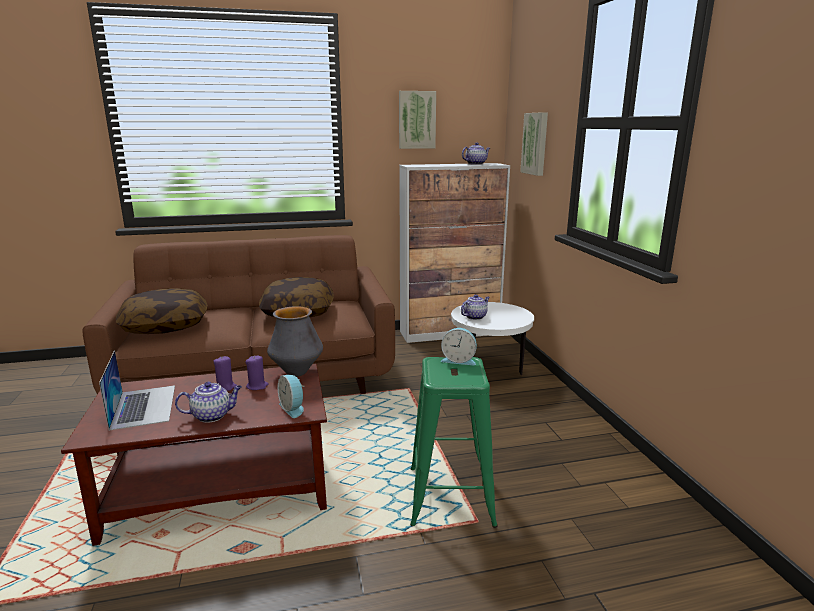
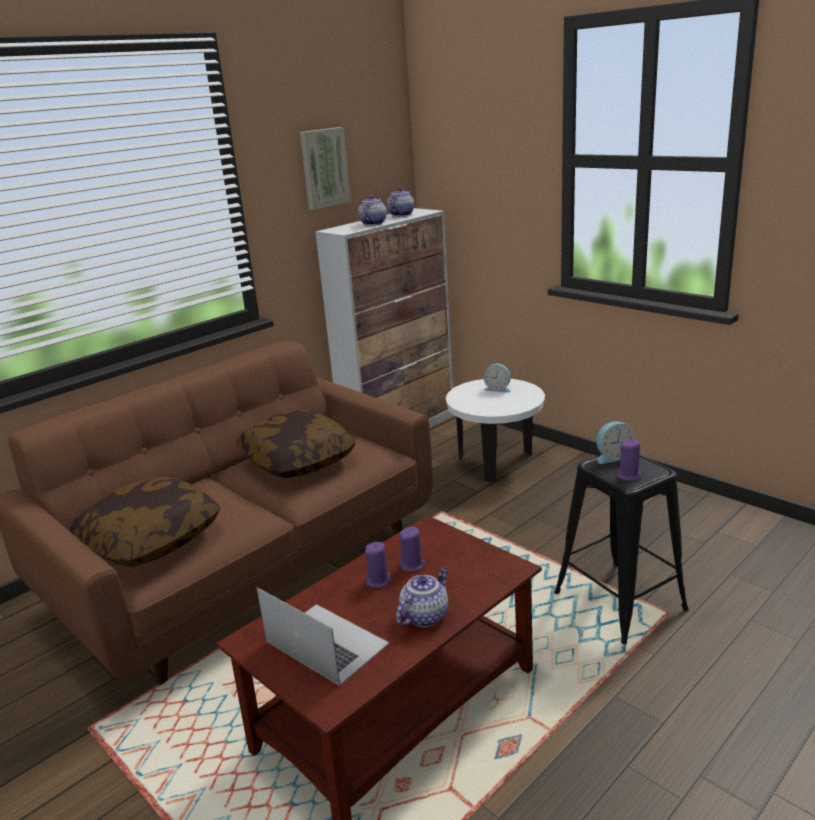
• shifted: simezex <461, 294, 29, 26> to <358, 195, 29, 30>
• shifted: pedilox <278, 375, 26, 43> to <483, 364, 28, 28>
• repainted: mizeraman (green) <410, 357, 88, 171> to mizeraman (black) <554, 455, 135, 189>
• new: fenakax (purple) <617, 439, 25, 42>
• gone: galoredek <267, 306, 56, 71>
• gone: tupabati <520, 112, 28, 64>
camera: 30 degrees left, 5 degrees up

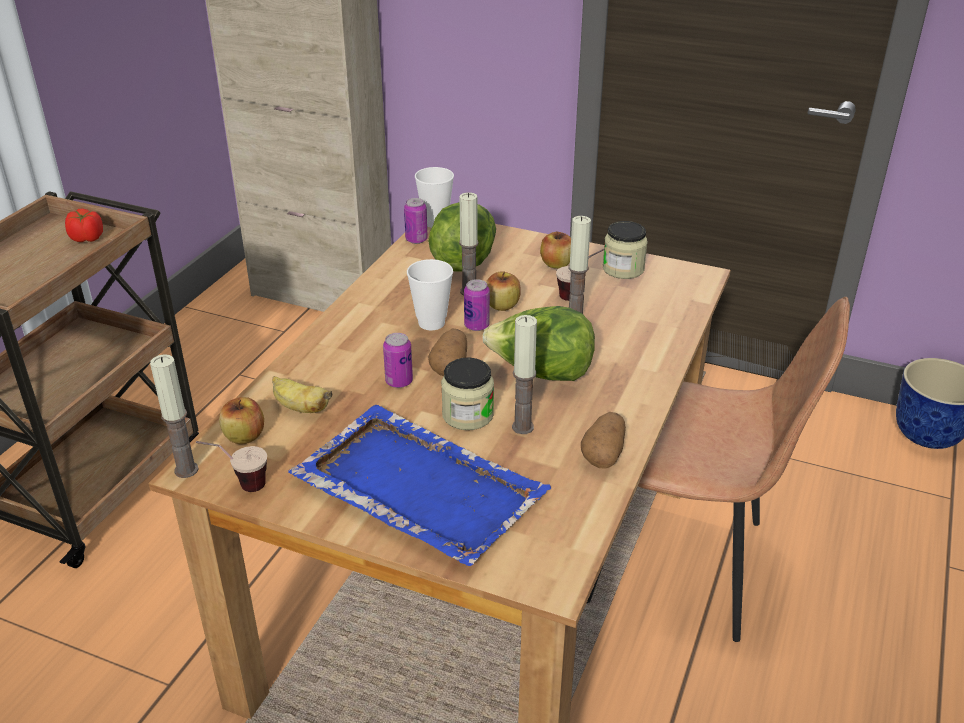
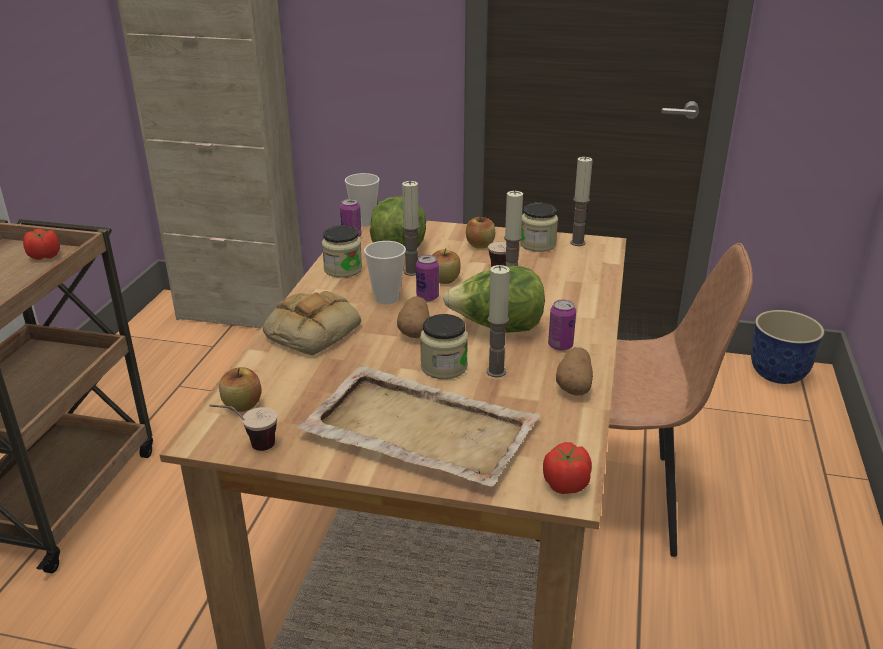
• new: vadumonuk <263, 291, 98, 64>
• repainted: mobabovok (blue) <288, 405, 263, 161> to mobabovok (beige) <297, 365, 243, 122>
• new: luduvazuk <322, 225, 40, 53>
• new: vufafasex <543, 442, 49, 52>
• shifted: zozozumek <383, 333, 30, 55> to <548, 300, 28, 51>
• shifted: fenakax <150, 354, 49, 124> to <570, 156, 23, 90>
• gone: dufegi <272, 376, 60, 37>
camera: 10 degrees left, 5 degrees down

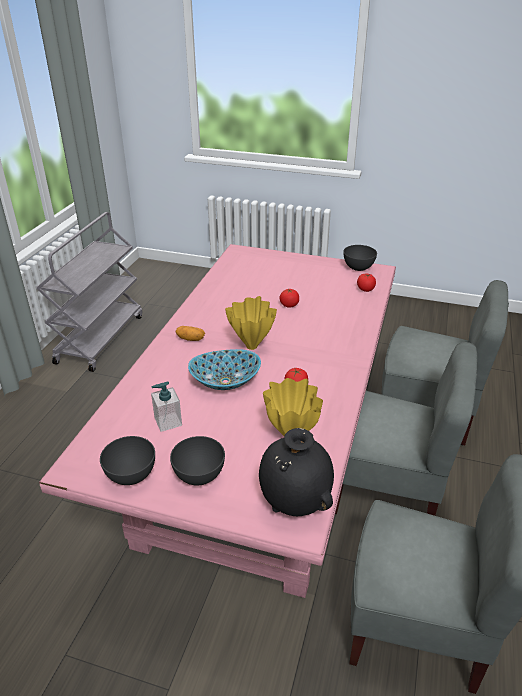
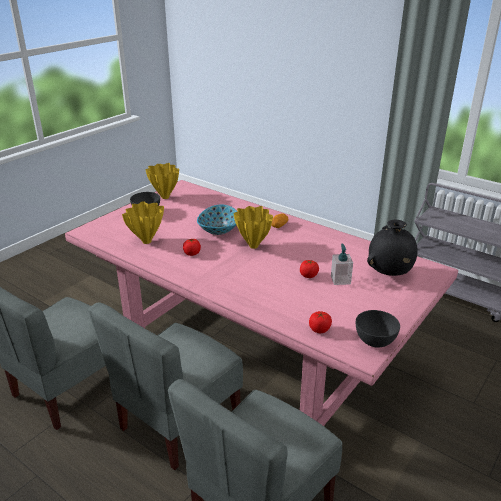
• swapped: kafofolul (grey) <100, 436, 55, 49> to galoredek (yellow) <146, 163, 33, 36>
• shifted: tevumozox <151, 381, 31, 51> to <331, 244, 22, 41>
• shifted: galoredek (black) <259, 428, 75, 88> to <367, 220, 51, 56>
camera: 110 degrees right, 5 degrees down

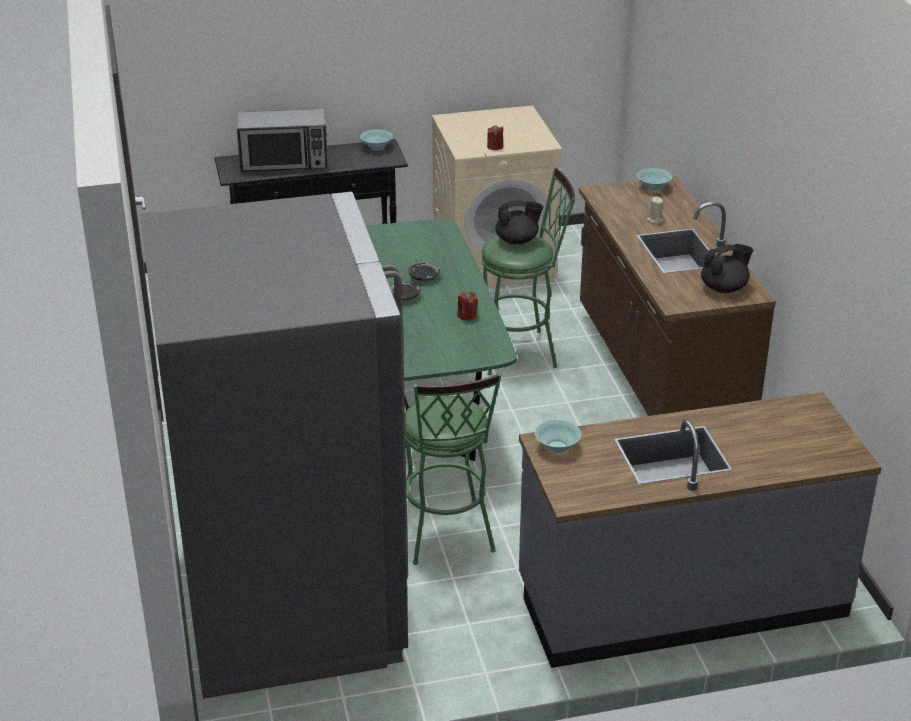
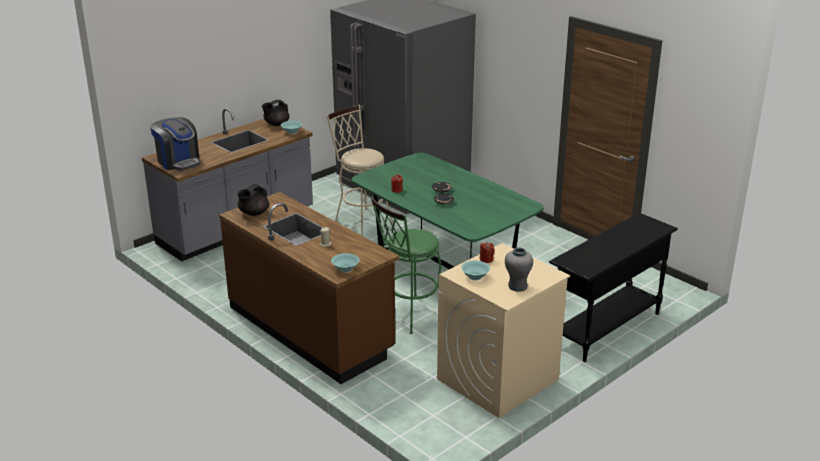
• new: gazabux <150, 117, 51, 54>
• shifted: simezex (black) <495, 200, 48, 45> to <262, 100, 27, 26>
• repainted: mizeraman (green) <405, 373, 96, 192> to mizeraman (beige) <327, 105, 66, 131>
• shifted: kafofolul (turquoise) <360, 129, 33, 21> to <461, 261, 29, 19>
• new: galoredek (grey) <505, 247, 28, 45>
• gone: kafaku <237, 109, 91, 63>
camera: 150 degrees right, 5 degrees down

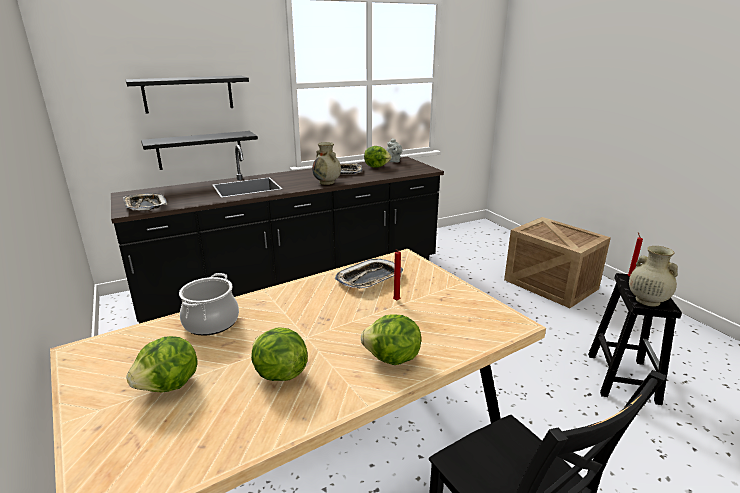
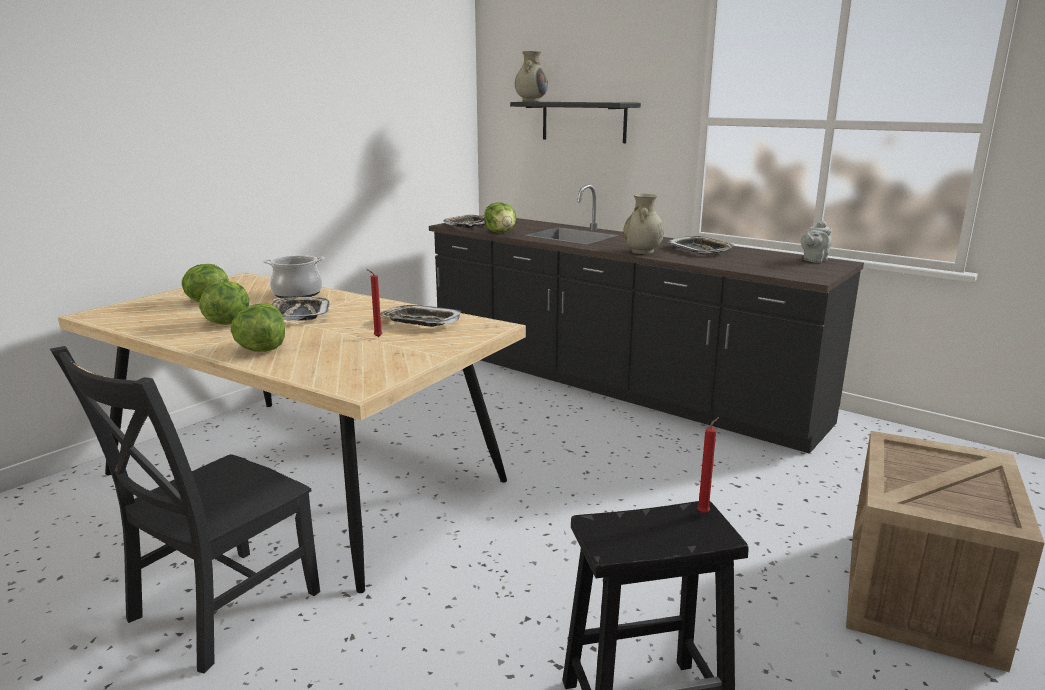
• new: mobabovok <272, 297, 57, 24>
• shifted: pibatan <364, 146, 27, 22> to <484, 202, 33, 31>
• shifted: galoredek (beige) <629, 246, 49, 61> to <515, 51, 33, 51>
• gone: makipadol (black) <141, 131, 117, 39>
camera: 65 degrees right, 5 degrees down

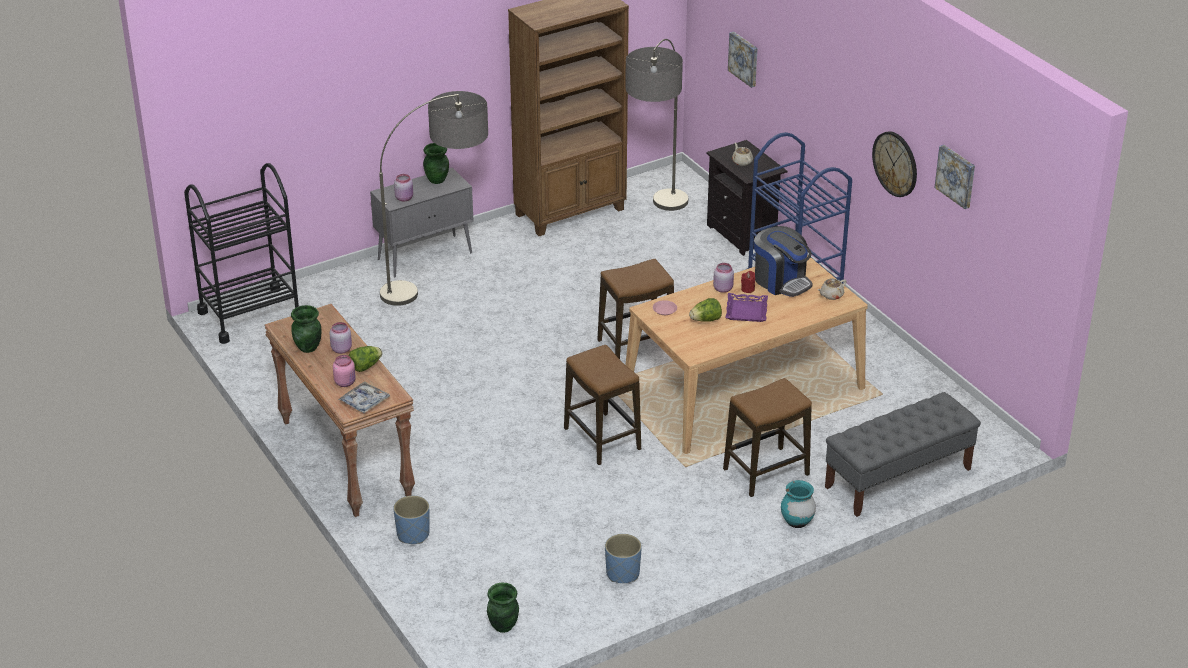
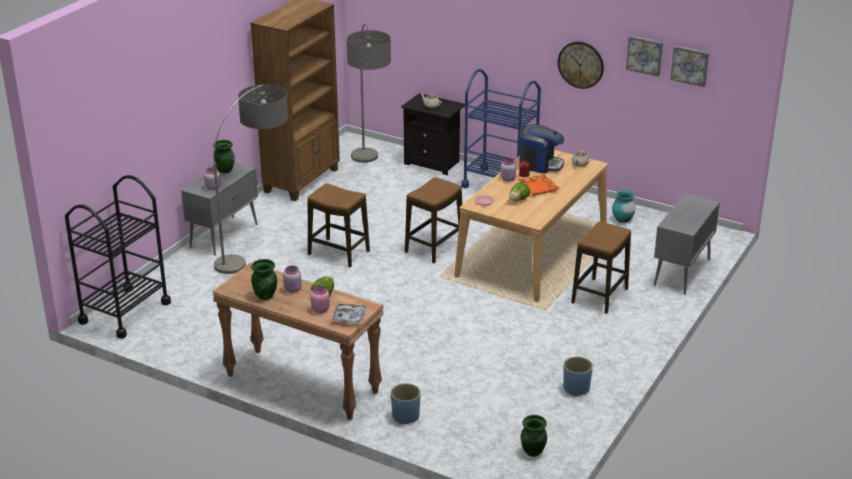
• shifted: mizeraman <564, 345, 77, 120> to <308, 183, 62, 84>
• repainted: mobabovok (purple) <725, 293, 43, 29> to mobabovok (orange) <518, 174, 42, 21>
• shifted: galoredek (turquoise) <781, 480, 35, 48> to <612, 190, 24, 33>
• swapped: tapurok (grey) <825, 392, 156, 125> to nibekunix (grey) <654, 194, 66, 101>
• shifted: tupabati <728, 31, 30, 57> to <670, 46, 39, 41>
camera: 30 degrees left, 5 degrees down

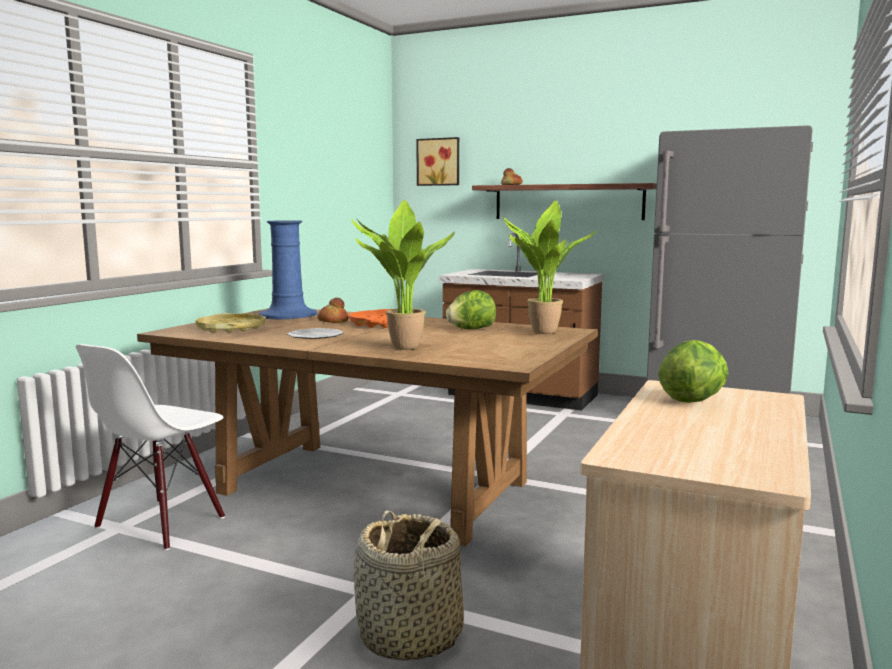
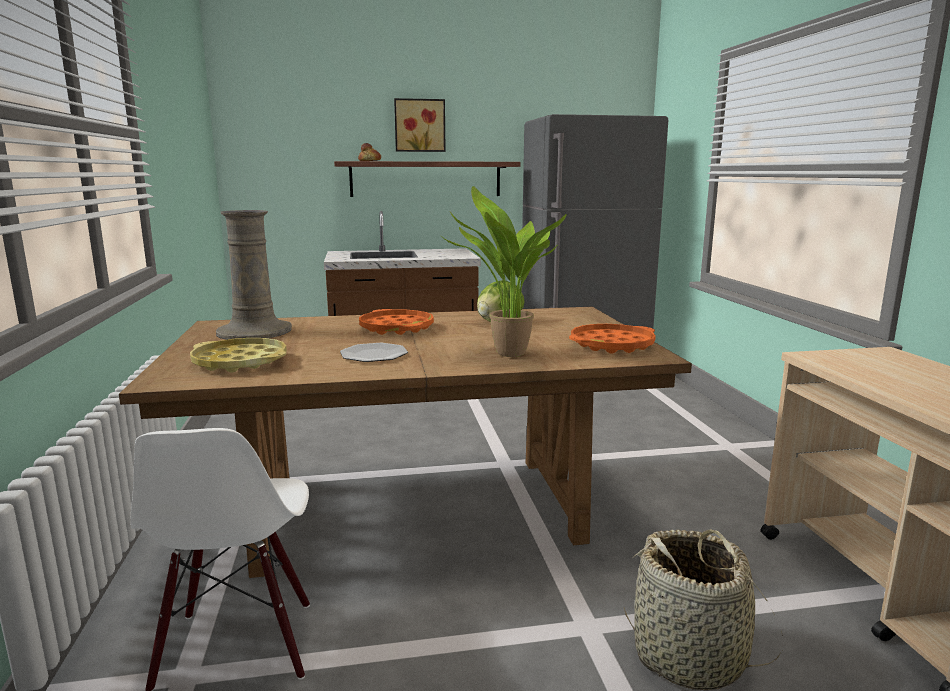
• repainted: galoredek (blue) <259, 220, 58, 99> to galoredek (beige) <216, 210, 76, 130>
• shifted: tupabati <416, 137, 43, 49> to <394, 98, 52, 54>
• new: mobabovok (orange) <569, 324, 87, 30>
• gone: vadumonuk <317, 298, 32, 25>
• gone: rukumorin <504, 201, 93, 133>
• gone: pibatan <658, 340, 71, 63>
camera: 35 degrees left, 5 degrees up

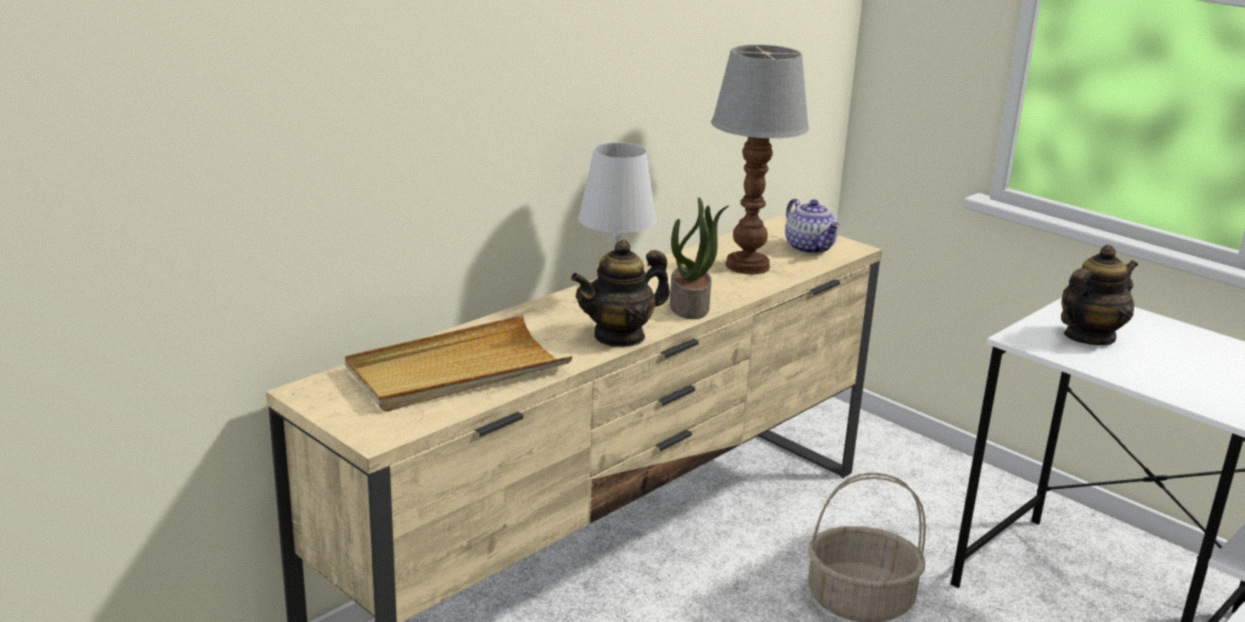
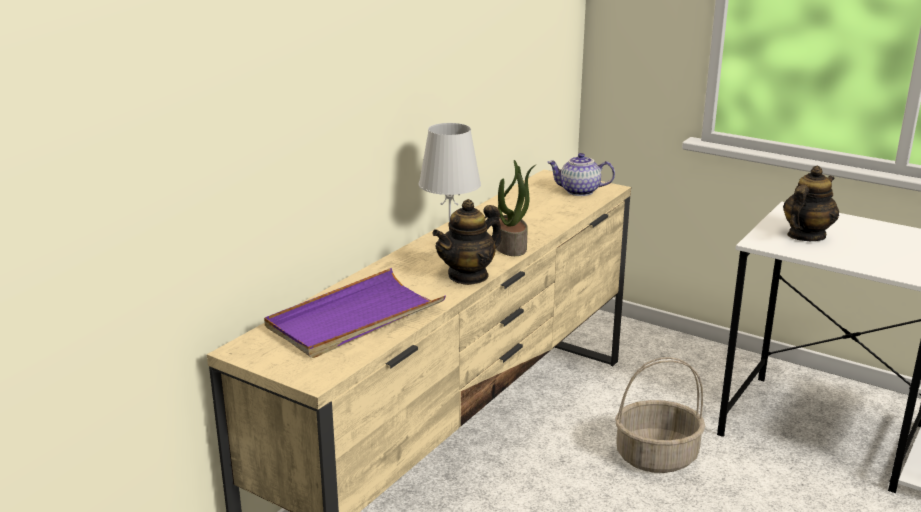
• repainted: mobabovok (beige) <345, 315, 227, 97> to mobabovok (purple) <264, 268, 182, 90>
• rotated: simezex <785, 199, 55, 55> = <547, 153, 68, 43> 135 degrees clockwise
• gone: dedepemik <711, 45, 98, 229>
camera: 10 degrees left, 0 degrees up

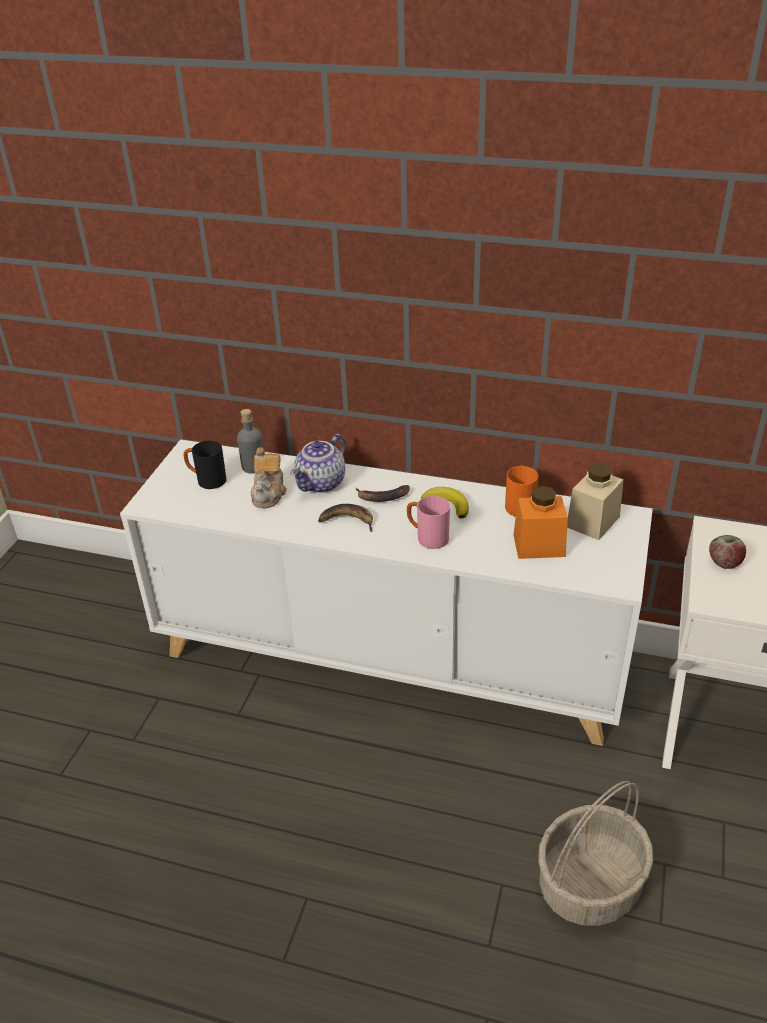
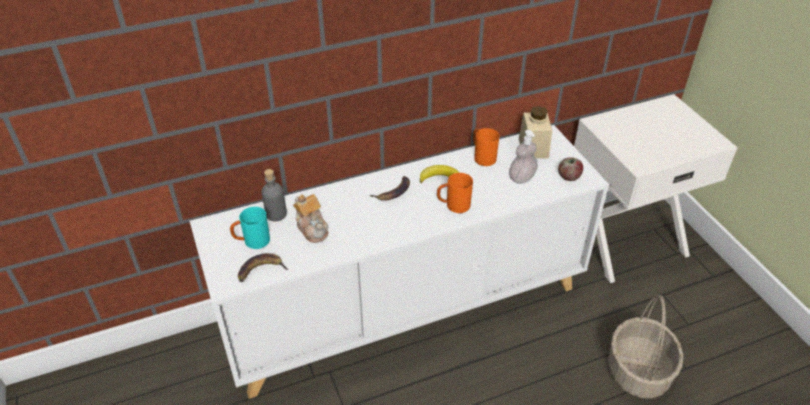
• repainted: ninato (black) <183, 441, 44, 48> to ninato (turquoise) <230, 207, 40, 42>
• shifted: dufegi <318, 504, 55, 28> to <238, 253, 50, 29>
• repainted: ninato (pink) <407, 496, 43, 53> to ninato (orange) <437, 173, 36, 40>
• swapped: luduvazuk (orange) <513, 486, 55, 73> to tevumozox <509, 130, 29, 54>
• shifted: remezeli <709, 535, 37, 34> to <558, 157, 25, 24>
• gone: simezex <291, 434, 55, 59>
camera: 40 degrees left, 5 degrees up

